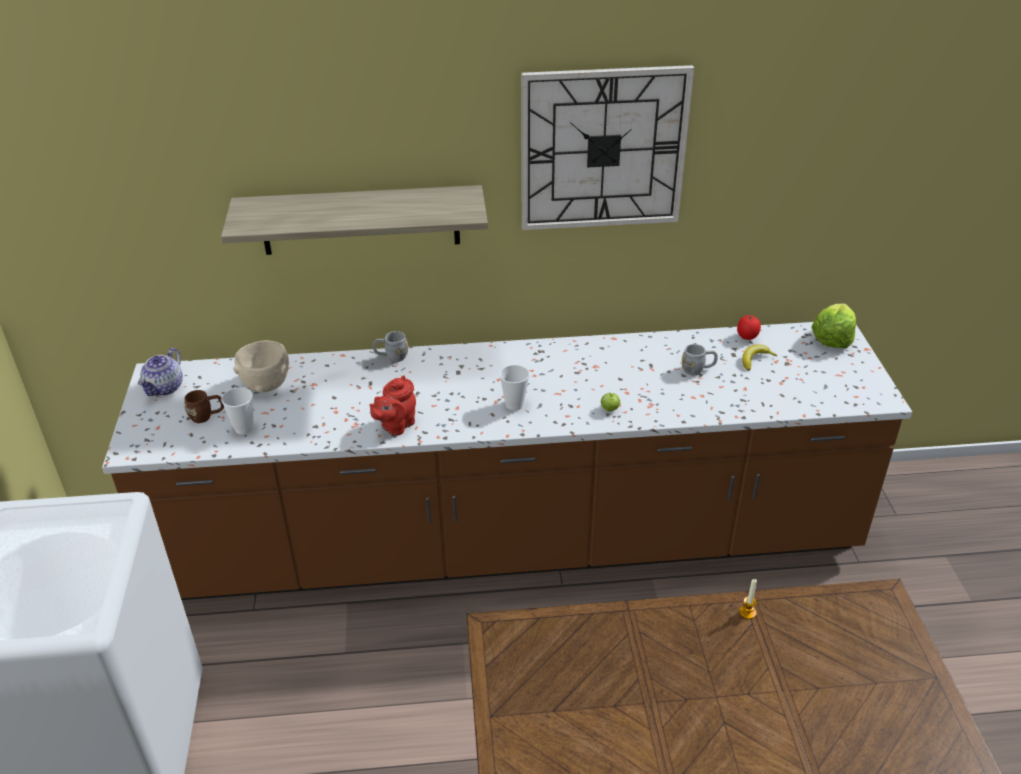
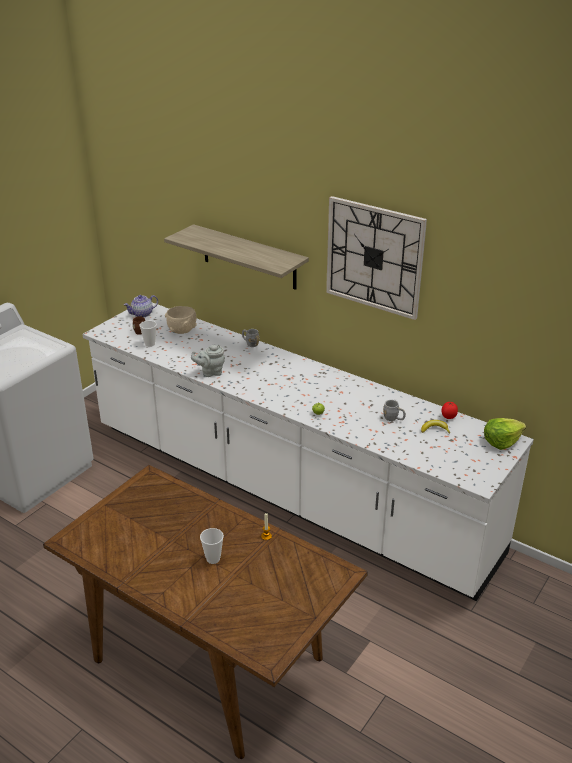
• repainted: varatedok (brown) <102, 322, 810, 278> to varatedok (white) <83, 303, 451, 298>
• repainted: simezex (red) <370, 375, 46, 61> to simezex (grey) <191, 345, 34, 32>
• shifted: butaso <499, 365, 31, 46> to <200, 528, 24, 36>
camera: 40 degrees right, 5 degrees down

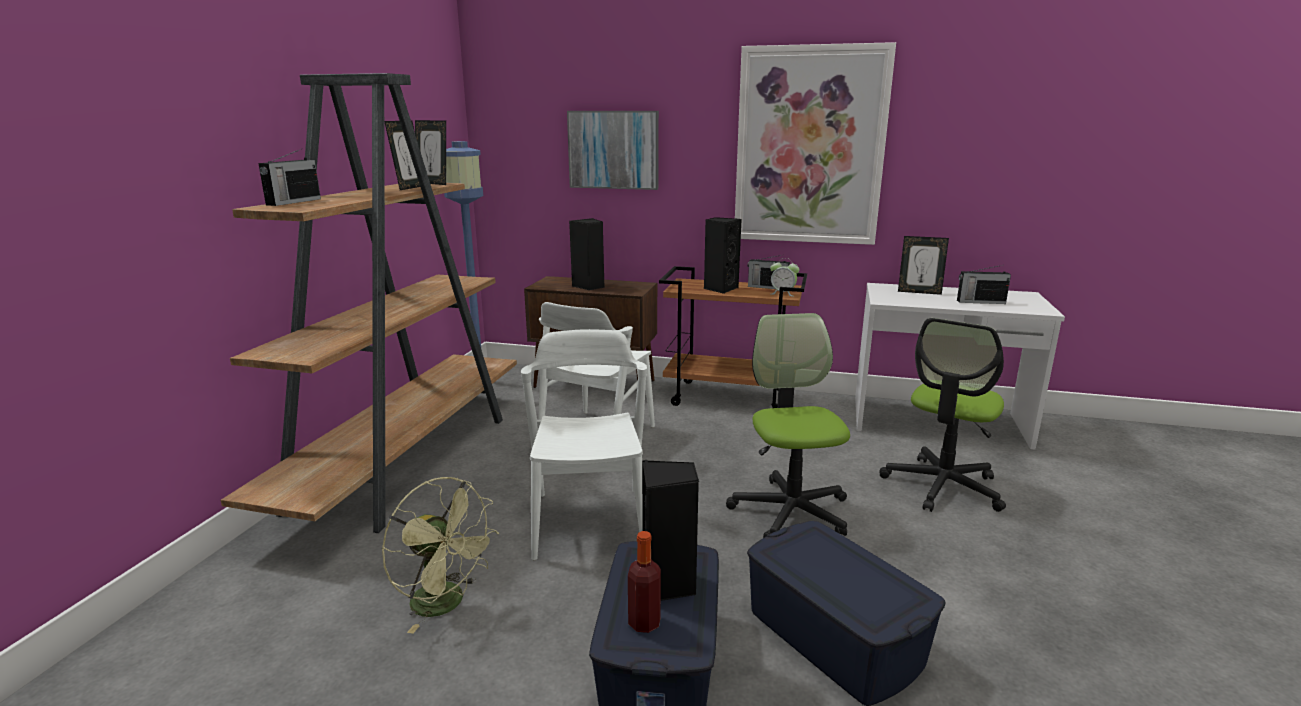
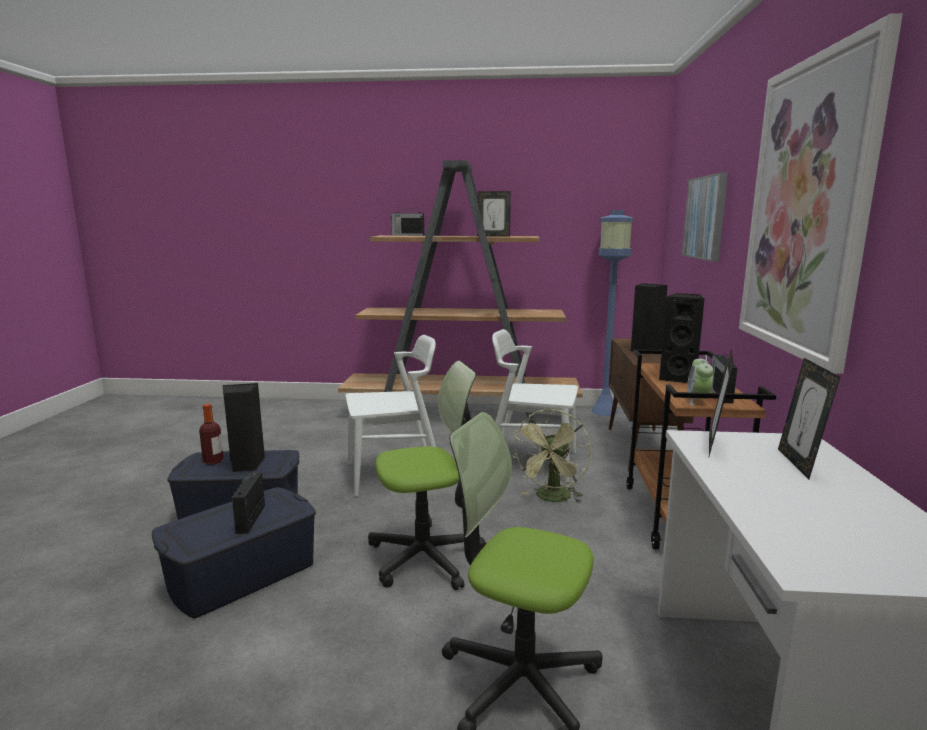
• shifted: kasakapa <957, 265, 54, 39> to <232, 472, 33, 62>
• shifted: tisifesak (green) <382, 477, 117, 157> to <511, 409, 80, 94>
• shifted: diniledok <415, 120, 31, 65> to <709, 350, 25, 106>
camera: 80 degrees right, 5 degrees down

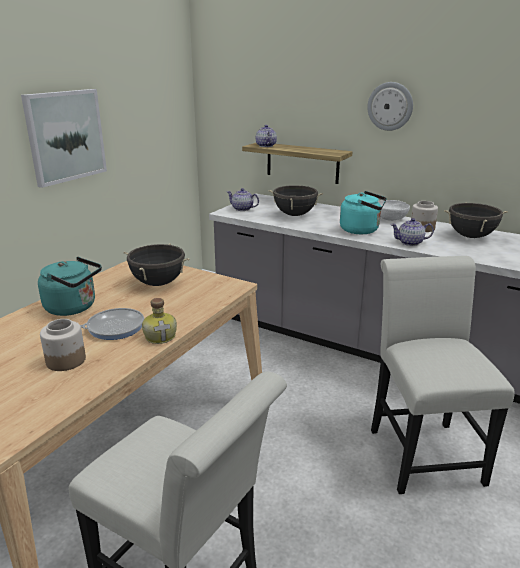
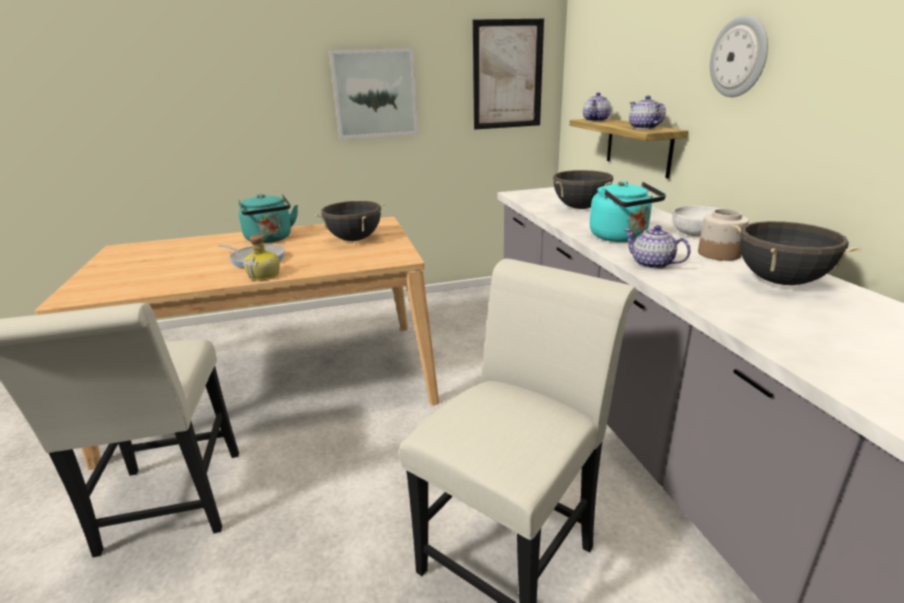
• new: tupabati <473, 19, 71, 110>
• shifted: simezex <227, 188, 32, 23> to <629, 96, 37, 33>
• gone: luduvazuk <40, 319, 46, 52>
camera: 45 degrees right, 0 degrees up

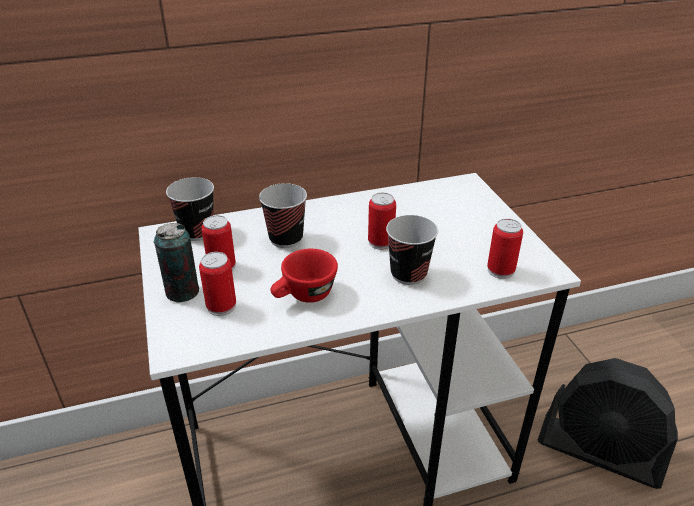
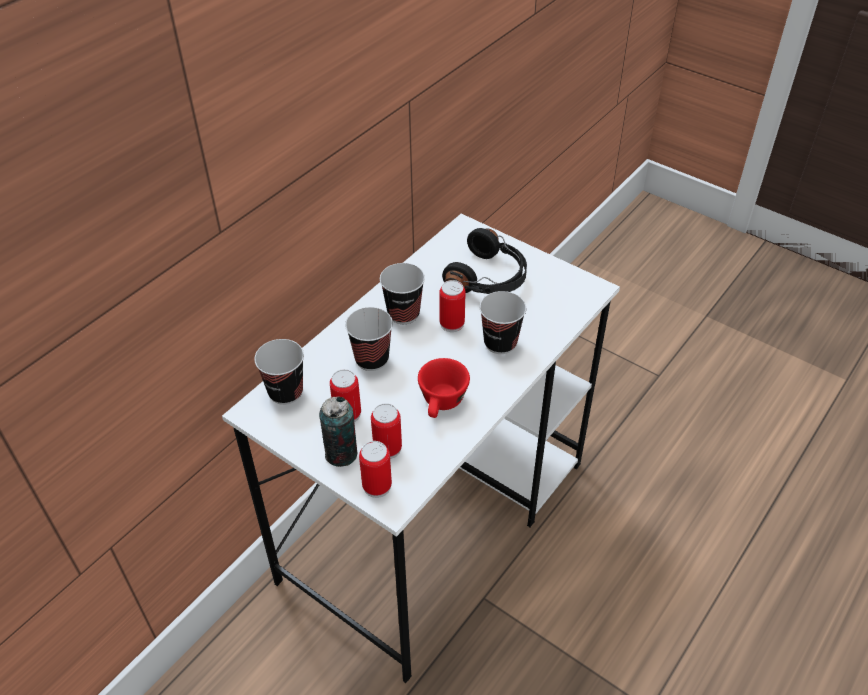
• shifted: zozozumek <487, 218, 36, 61> to <359, 441, 33, 57>
• new: butaso <380, 263, 45, 61>
• new: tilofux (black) <442, 228, 85, 66>
• gone: tisifesak (black) <537, 358, 141, 131>
camera: 35 degrees left, 10 degrees up

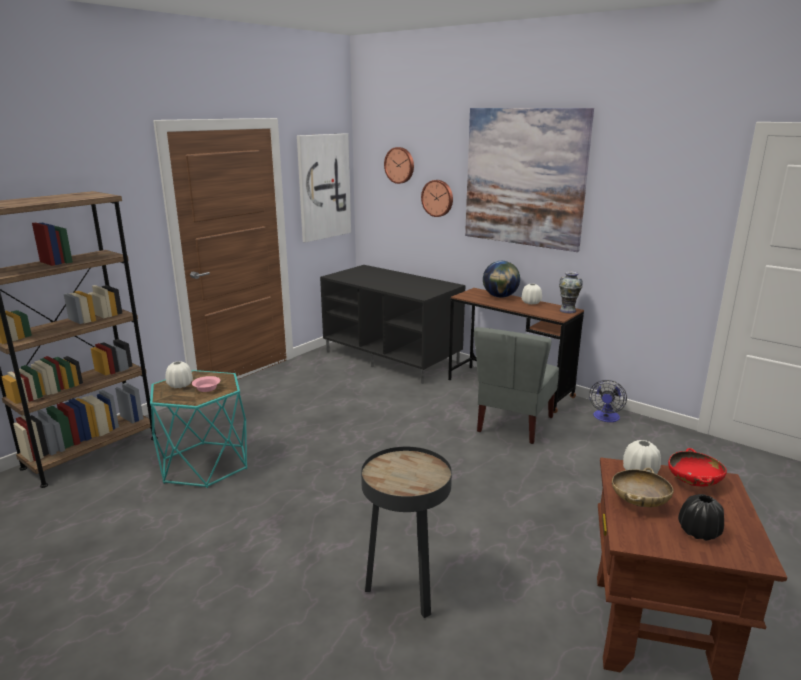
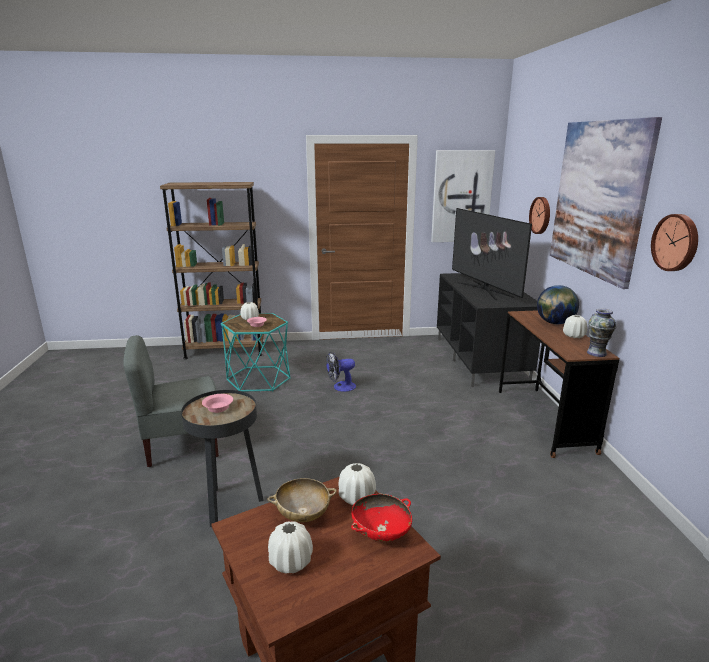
• shifted: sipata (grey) <474, 327, 85, 117> to <123, 335, 96, 132>
• new: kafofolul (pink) <202, 394, 31, 19>
• repainted: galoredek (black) <678, 494, 46, 47> to galoredek (white) <268, 521, 45, 52>
• shifted: tisifesak <589, 380, 38, 42> to <326, 352, 30, 40>
• new: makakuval <452, 208, 80, 92>
• shifted: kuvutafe <384, 147, 30, 37> to <651, 214, 47, 57>
camera: 45 degrees right, 0 degrees up

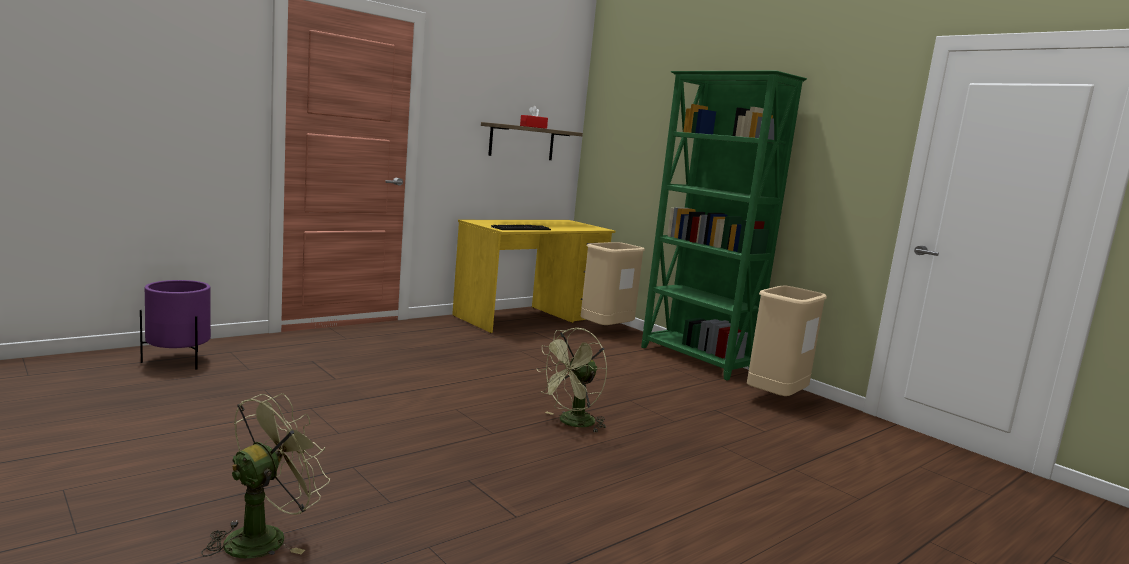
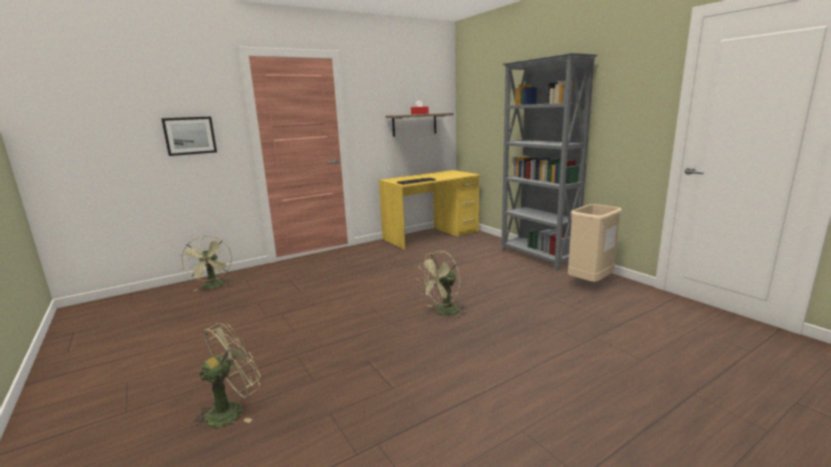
• new: tupabati <161, 117, 56, 39>
• swapped: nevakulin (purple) <140, 280, 71, 90> to tisifesak (green) <181, 236, 51, 55>
• repainted: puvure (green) <641, 71, 166, 309> to puvure (grey) <501, 53, 97, 218>
• gone: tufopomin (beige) <581, 242, 64, 83>
camera: 10 degrees right, 5 degrees up

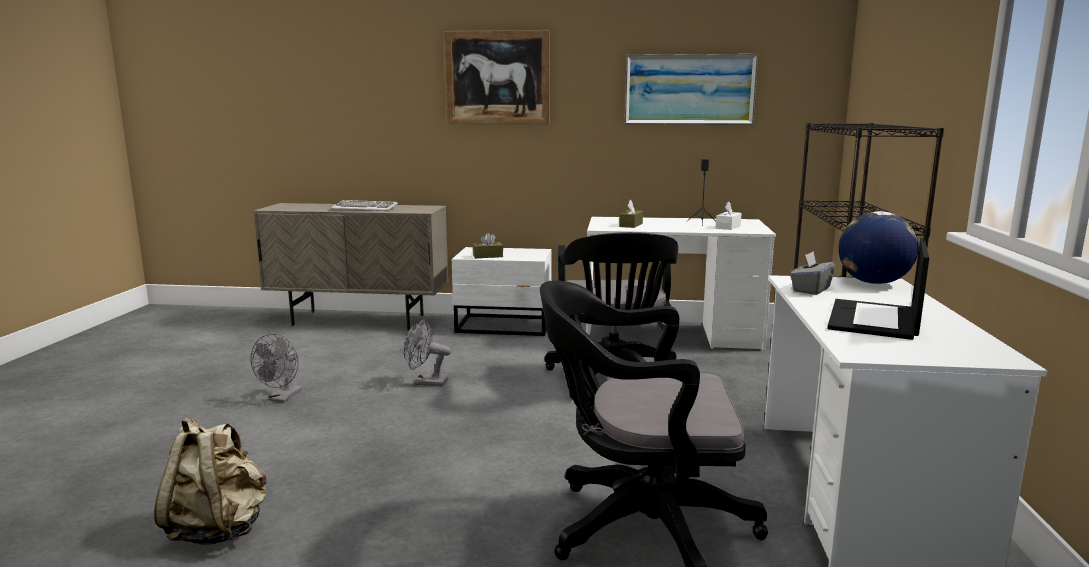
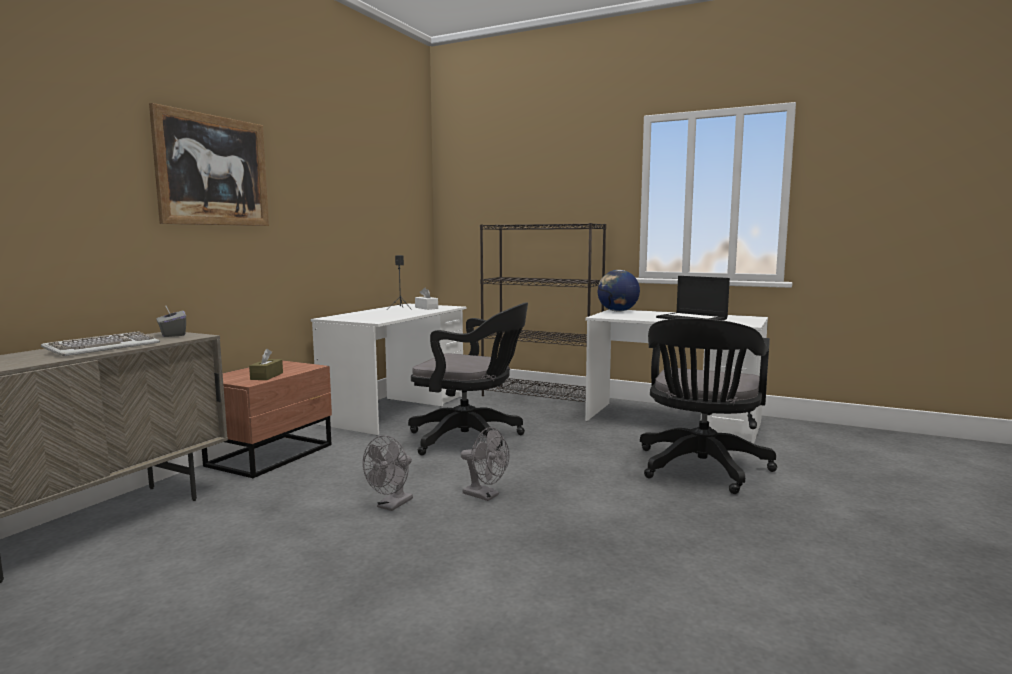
• shifted: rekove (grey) <790, 251, 45, 44> to <156, 306, 30, 31>
• repainted: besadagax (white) <452, 247, 100, 89> to besadagax (brown) <202, 360, 130, 118>
• shifted: tisifesak (grey) <250, 334, 52, 68> to <461, 427, 48, 74>
• gone: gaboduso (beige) <154, 417, 113, 128>
• gone: rekove (brown) <619, 200, 24, 28>
• gone: tupabati <625, 54, 133, 71>
camera: 70 degrees left, 5 degrees down

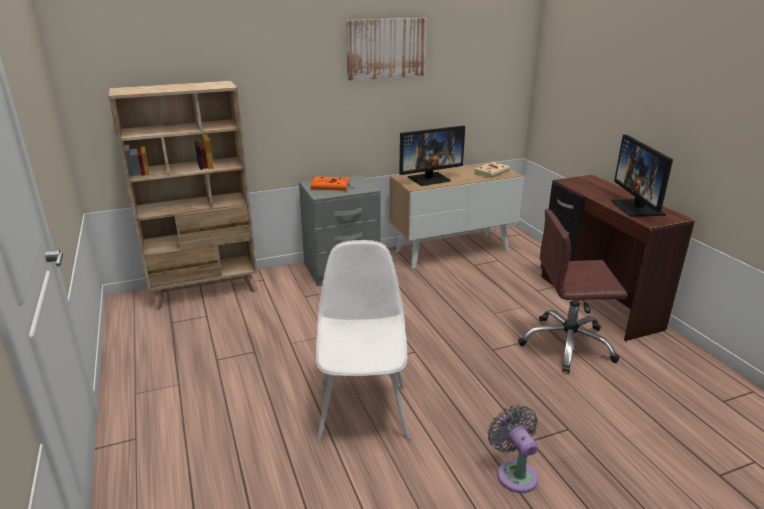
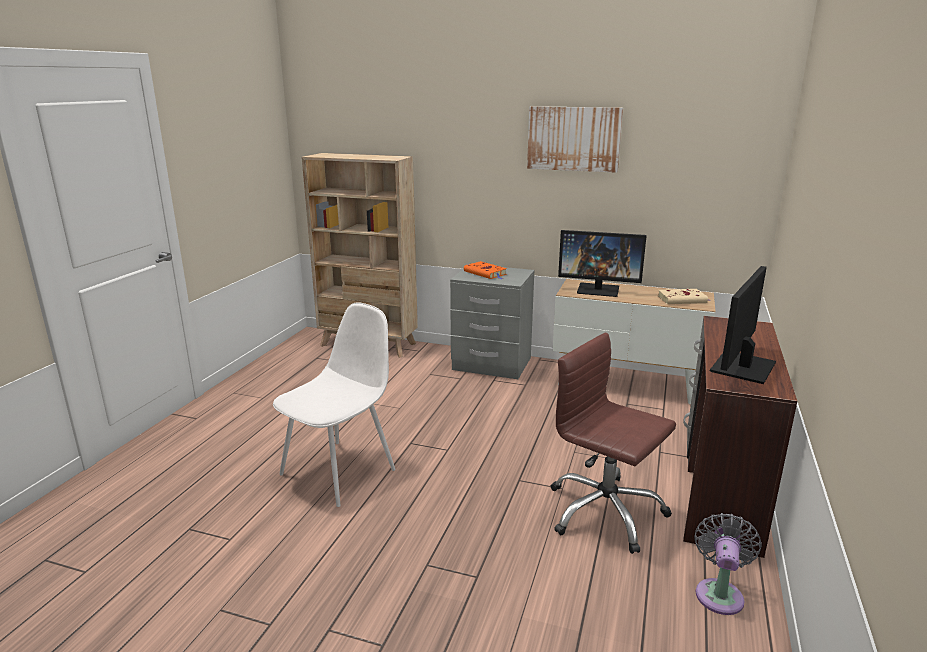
• shifted: tisifesak (grey) <488, 405, 50, 88> to <694, 513, 68, 102>
camera: 40 degrees right, 5 degrees down

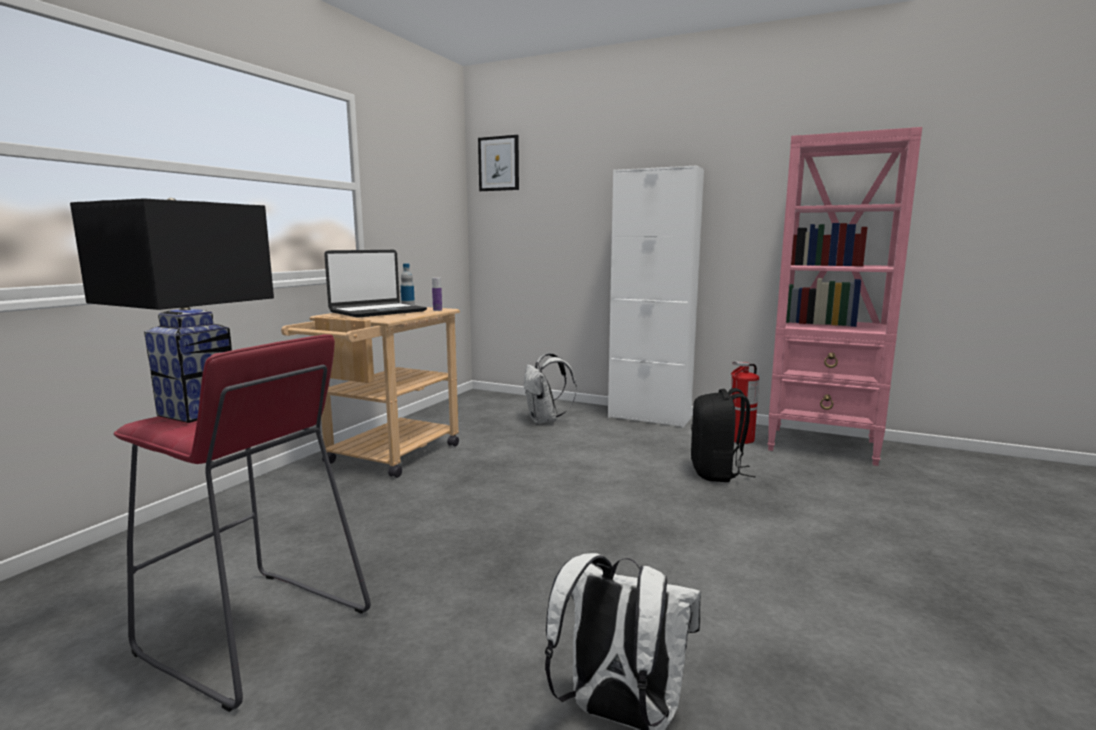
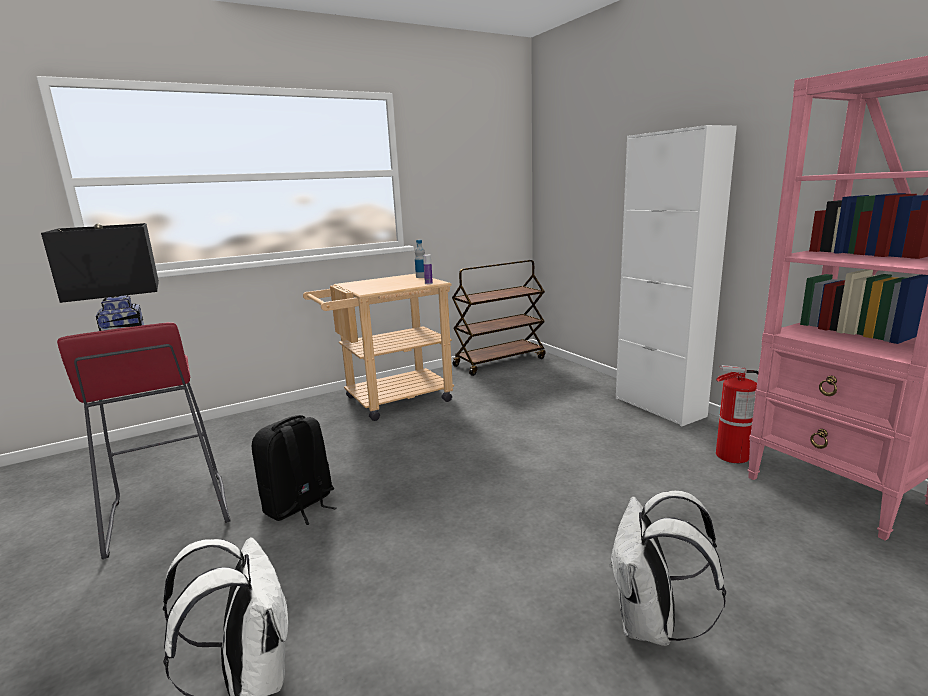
• shifted: gaboduso (black) <691, 388, 65, 94> to <252, 415, 85, 110>
• new: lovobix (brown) <452, 260, 94, 116>
• shifted: gaboduso (white) <524, 353, 53, 71> to <609, 491, 117, 155>
• gone: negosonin <324, 250, 103, 68>
• gone: tupabati <478, 135, 41, 56>
camera: 35 degrees right, 5 degrees up

